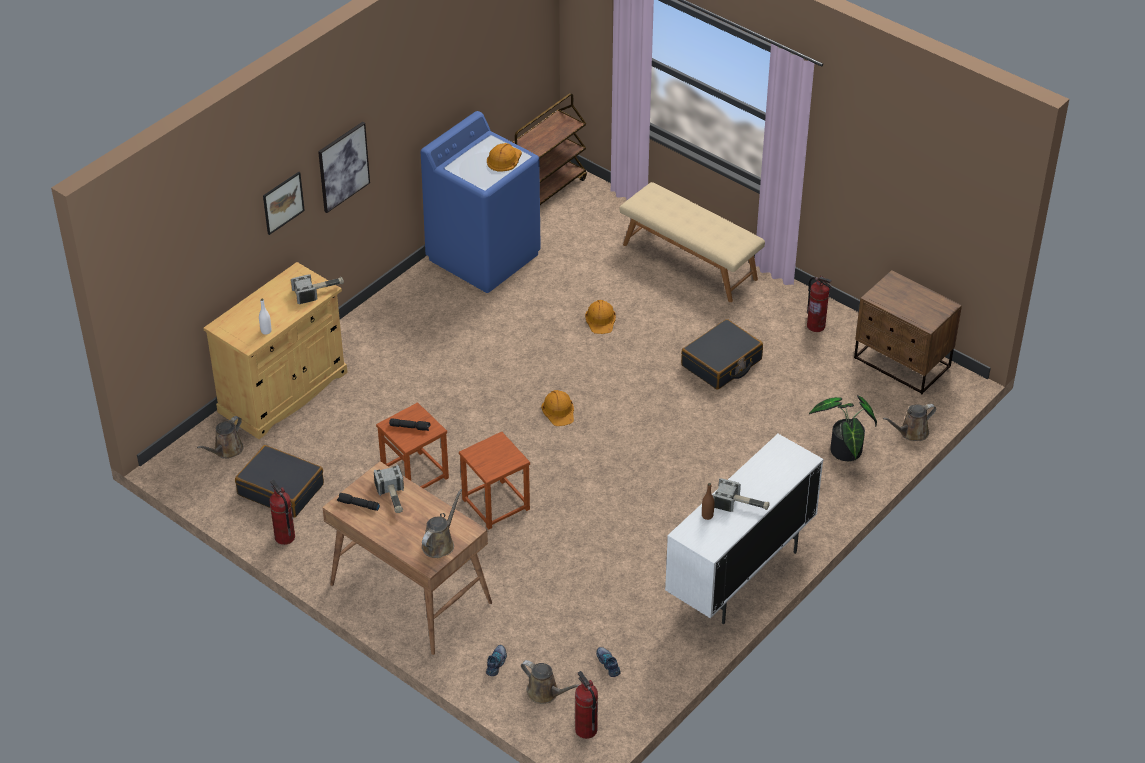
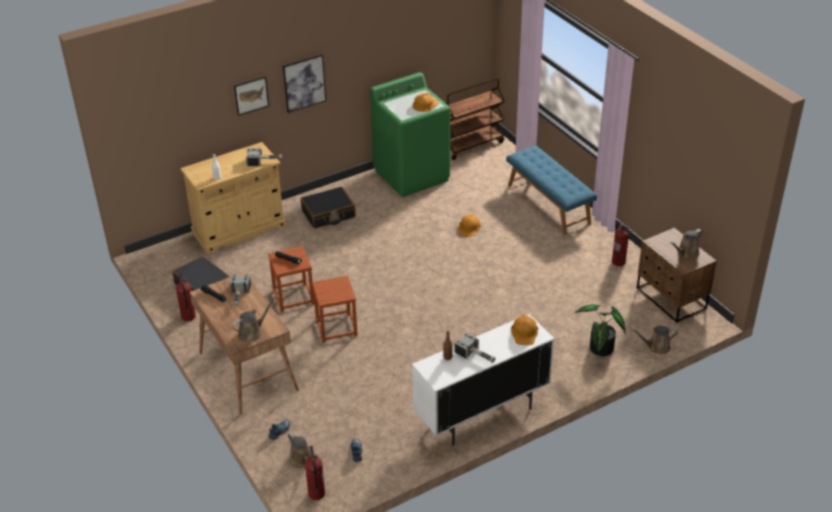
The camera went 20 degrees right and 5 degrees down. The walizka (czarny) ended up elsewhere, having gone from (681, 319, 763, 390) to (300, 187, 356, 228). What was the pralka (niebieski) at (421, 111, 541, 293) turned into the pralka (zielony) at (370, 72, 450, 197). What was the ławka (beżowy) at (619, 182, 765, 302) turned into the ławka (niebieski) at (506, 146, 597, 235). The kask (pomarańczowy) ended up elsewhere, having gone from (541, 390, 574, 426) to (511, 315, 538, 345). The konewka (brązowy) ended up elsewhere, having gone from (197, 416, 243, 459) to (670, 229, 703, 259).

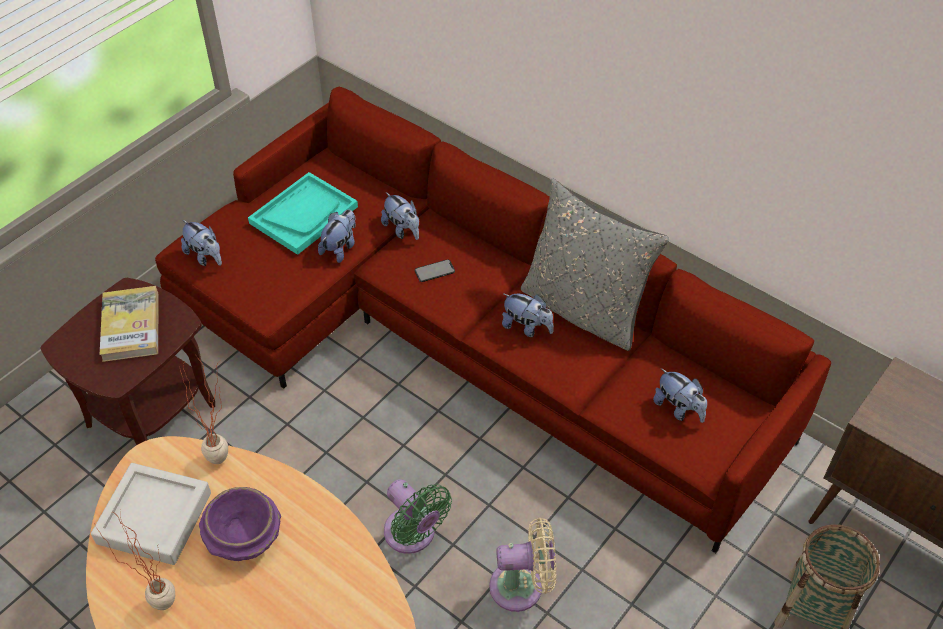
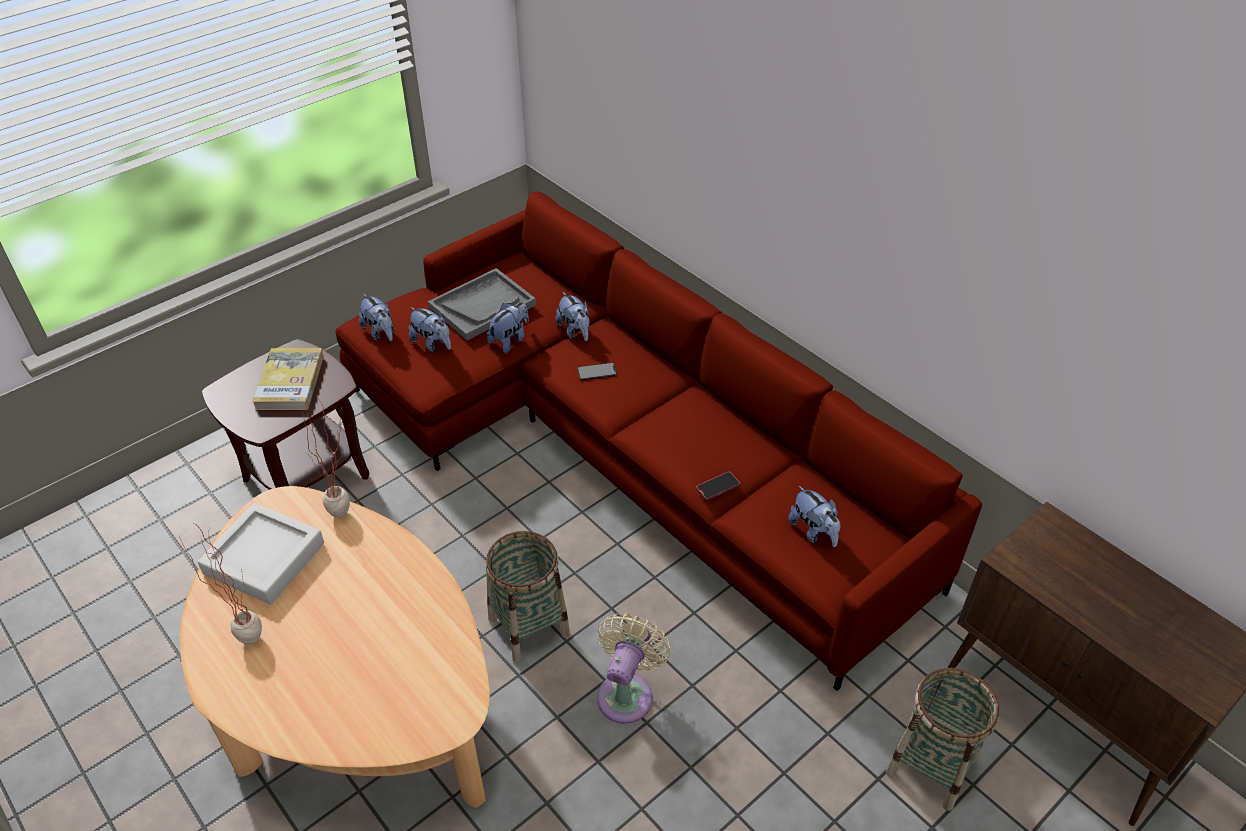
The camera went 10 degrees right and 5 degrees down. The pluszak ended up elsewhere, having gone from (502, 294, 554, 337) to (408, 307, 451, 352). What was the taca (turkusowy) at (248, 172, 358, 255) turned into the taca (szary) at (428, 268, 536, 341). Where the wentylator (zielony) stood at (384, 479, 452, 554), the koszyk came to stand at (486, 531, 570, 662). The wentylator (beżowy) at (489, 518, 556, 612) ended up facing another way, 75 degrees counterclockwise from before. The second view gained the telefon at (696, 471, 740, 500). The second view lost the miska (fioletowy) at (199, 487, 281, 561). The second view lost the poduszka (szary) at (521, 178, 669, 351).

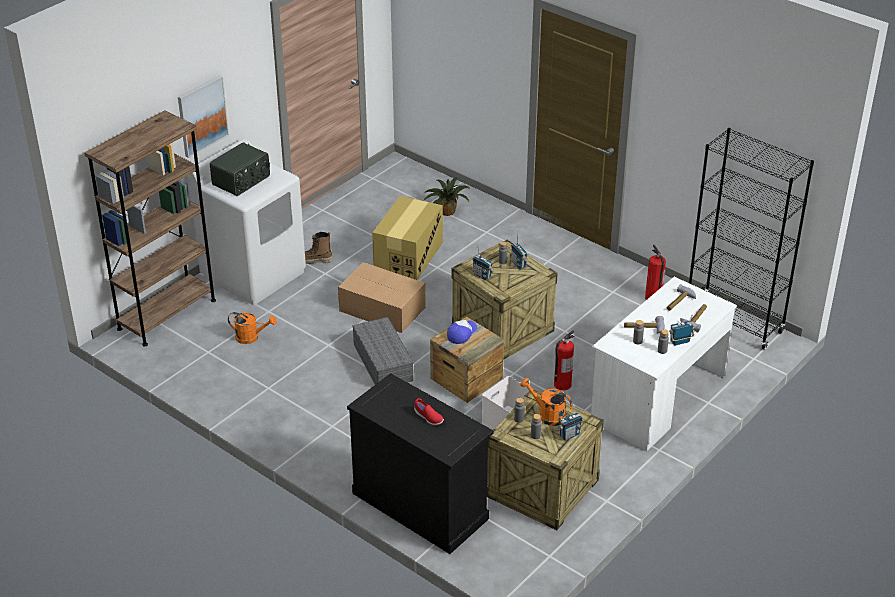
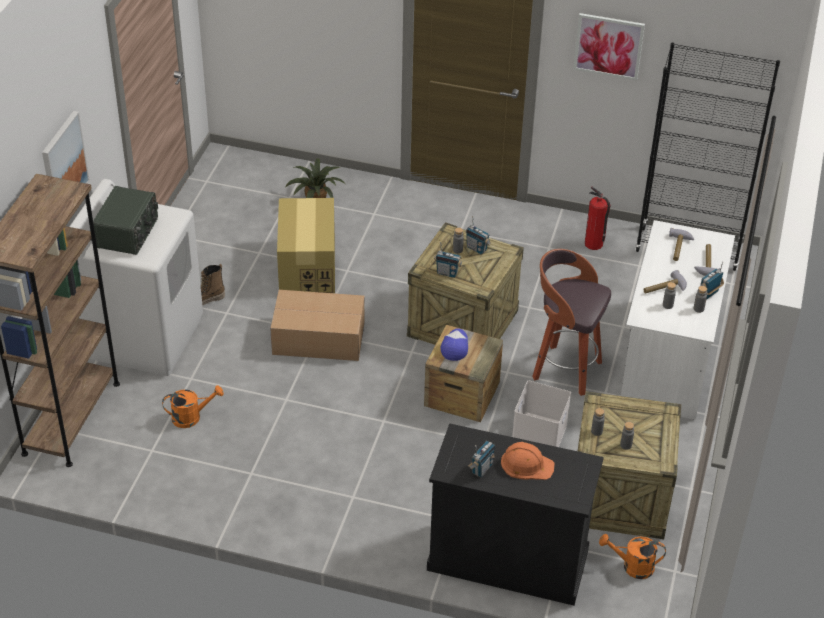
The camera went 25 degrees left and 5 degrees up. The radio ended up elsewhere, having gone from (557, 410, 583, 441) to (469, 441, 495, 477). Where the but (czerwony) stood at (414, 398, 444, 425), the kask (pomarańczowy) came to stand at (501, 442, 555, 480). Where the gaśnica stood at (554, 330, 575, 390), the stołek came to stand at (532, 249, 611, 396). The second view gained the obraz at (573, 13, 645, 81). The konewka (pomarańczowy) ended up elsewhere, having gone from (520, 378, 572, 426) to (599, 534, 666, 579). The second view lost the pojemnik do przechowywania (szary) at (352, 317, 414, 385).

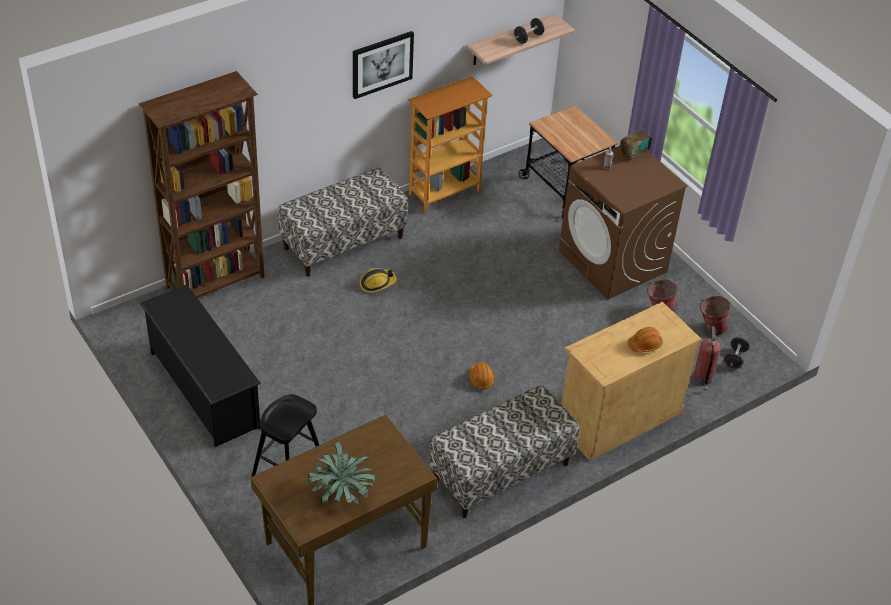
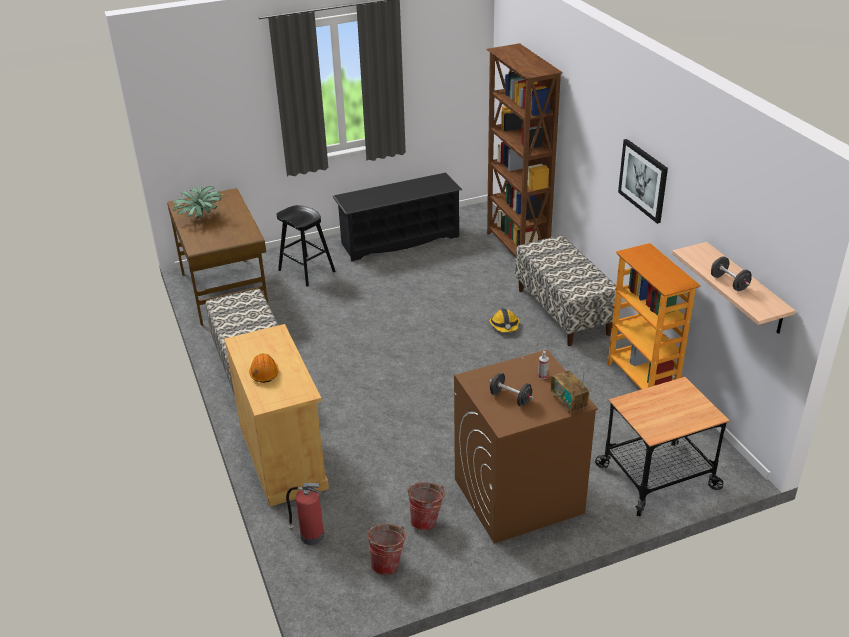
The camera went 105 degrees right and 10 degrees down. The hantel (czarny) ended up elsewhere, having gone from (724, 337, 749, 369) to (489, 373, 534, 407). The second view lost the kask (pomarańczowy) at (469, 362, 495, 389).

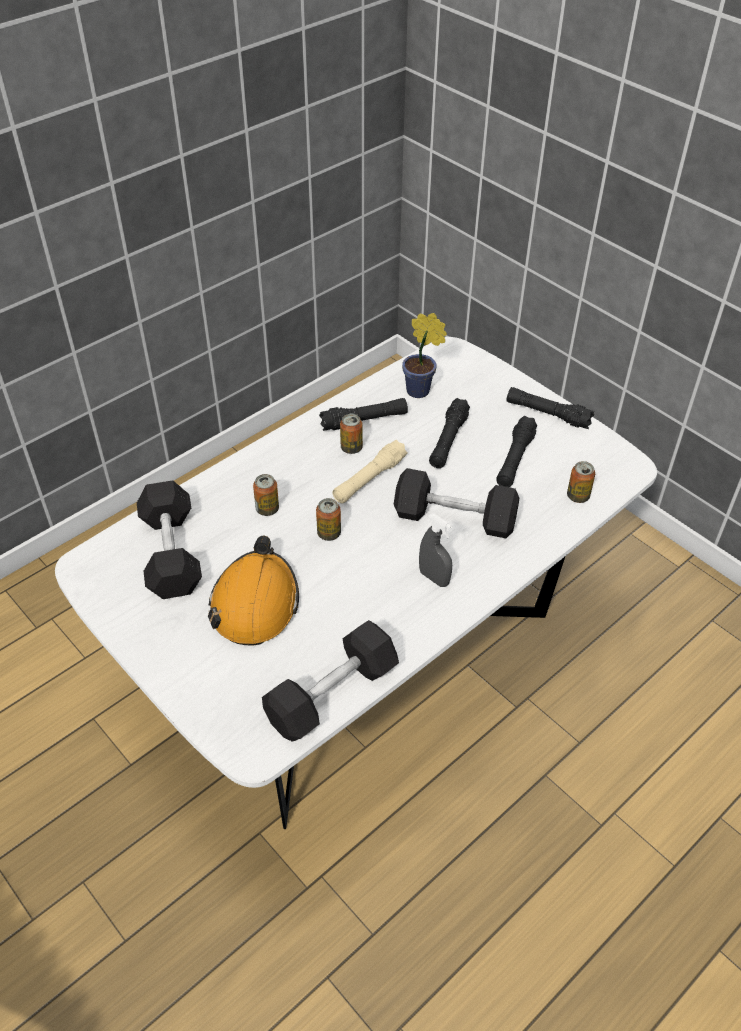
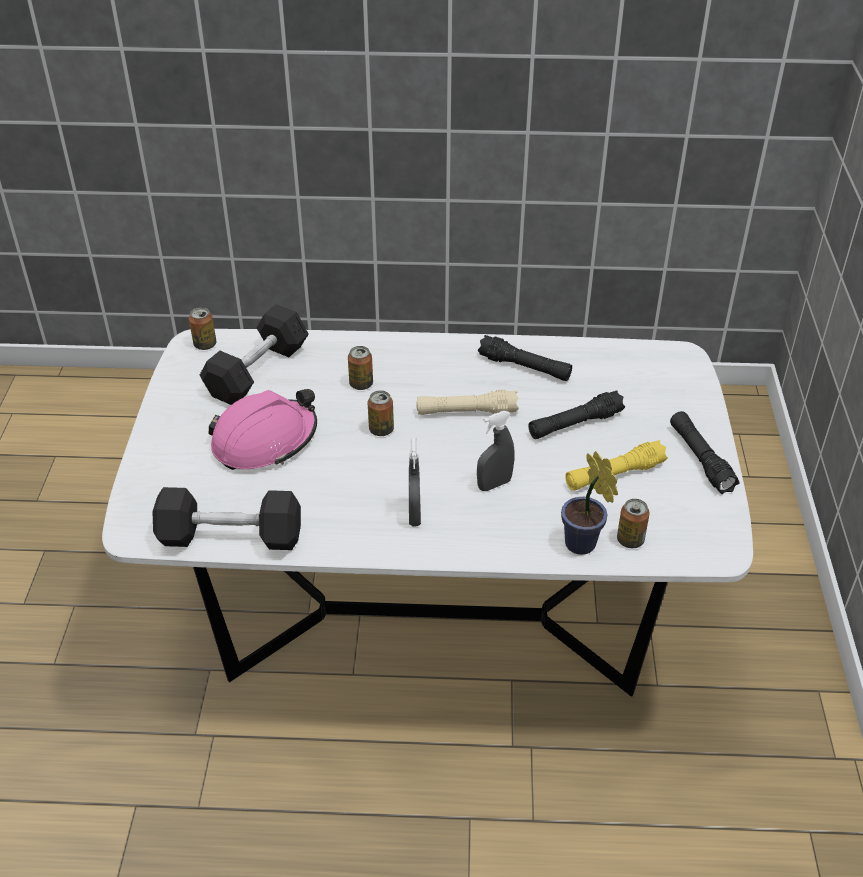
The camera went 45 degrees right and 5 degrees down. The puszka ended up elsewhere, having gone from (340, 414, 363, 454) to (189, 307, 216, 350). What was the kask (pomarańczowy) at (208, 536, 299, 645) turned into the kask (różowy) at (209, 389, 317, 470). Where the hantel (czarny) stood at (394, 468, 519, 538), the spryskiwacz (szary) came to stand at (477, 411, 514, 491). The roślina doniczkowa ended up elsewhere, having gone from (402, 313, 447, 398) to (561, 451, 618, 555). What was the latarka (czarny) at (496, 416, 537, 487) turned into the latarka (żółty) at (565, 440, 668, 491).

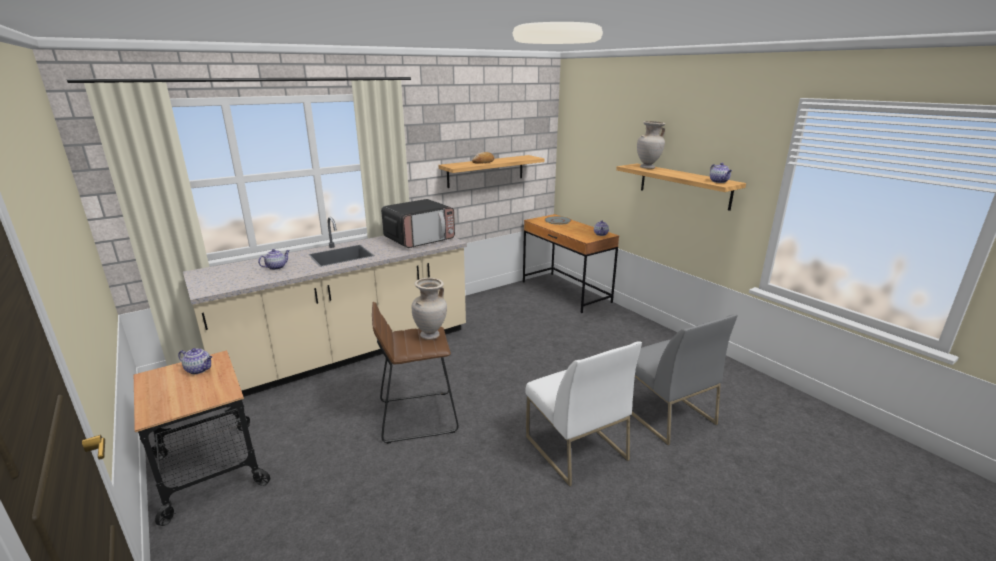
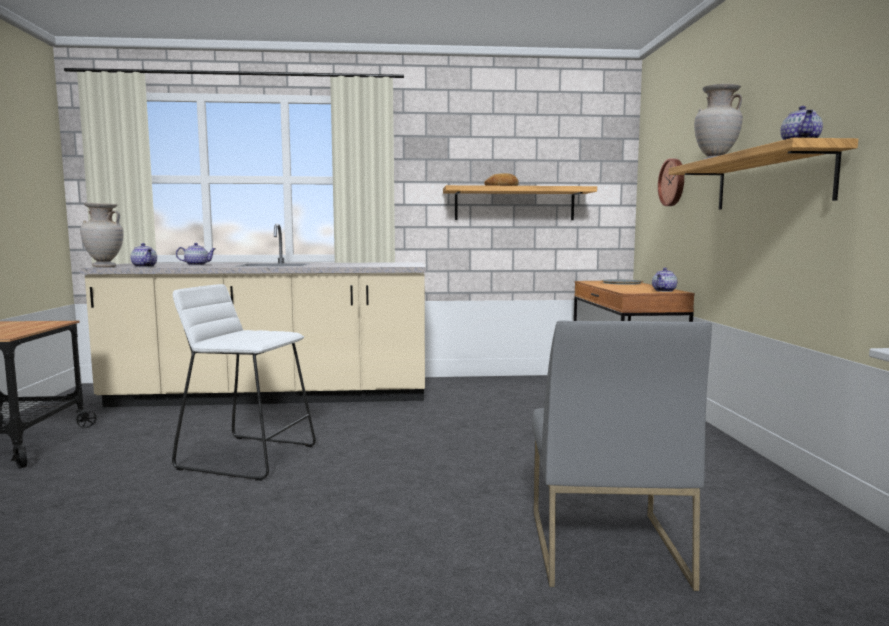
The camera went 30 degrees right and 15 degrees down. The wazon (beżowy) ended up elsewhere, having gone from (412, 278, 447, 340) to (80, 203, 124, 267). The imbryk ended up elsewhere, having gone from (178, 348, 212, 374) to (130, 243, 157, 267). What was the stołek (brązowy) at (372, 302, 459, 444) turned into the stołek (biały) at (172, 284, 316, 481). The second view gained the zegar ścienny at (658, 158, 684, 206). The second view lost the mikrofalówka at (381, 199, 455, 248). The second view lost the krzesło (biały) at (526, 342, 642, 487).

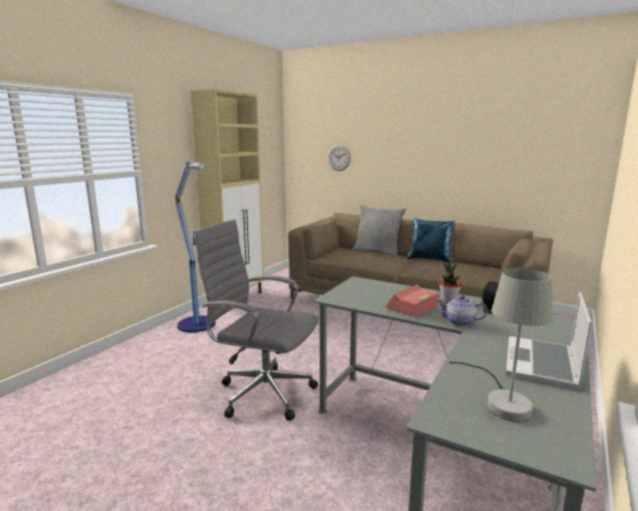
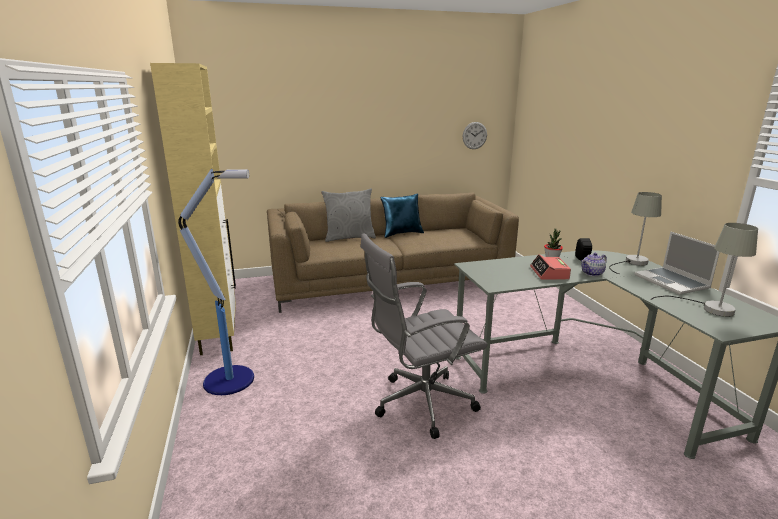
The camera went 45 degrees left and 5 degrees up. The zegar ścienny ended up elsewhere, having gone from (328, 145, 351, 171) to (463, 122, 487, 149). The second view gained the lampa stołowa (szary) at (609, 192, 662, 274).

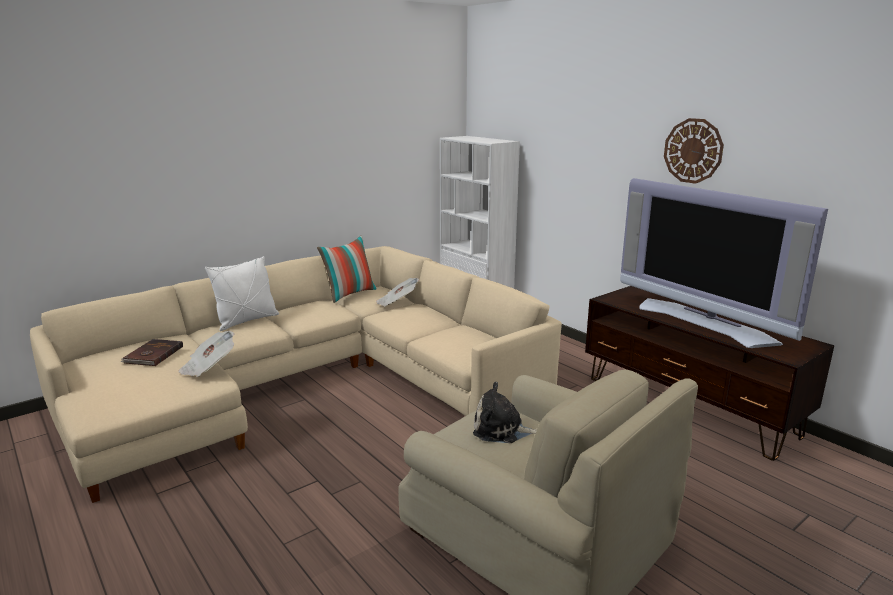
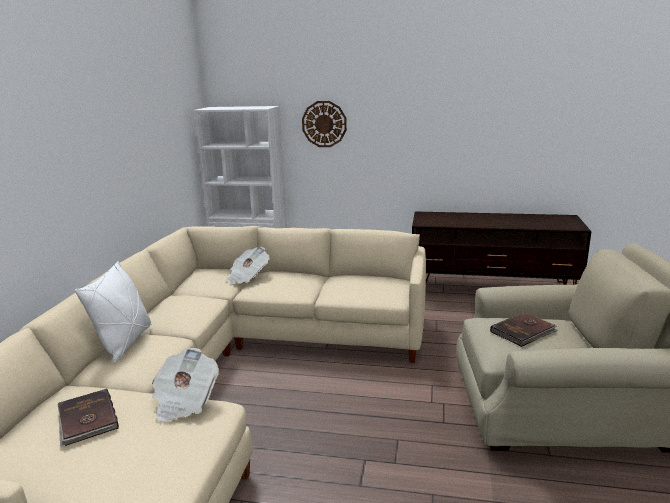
The camera went 40 degrees left and 0 degrees up. The zegar ścienny ended up elsewhere, having gone from (664, 118, 724, 184) to (302, 101, 347, 147). Where the pluszak stood at (473, 382, 537, 443), the książka (brązowy) came to stand at (490, 312, 558, 347). The second view lost the poduszka at (317, 236, 377, 303). The second view lost the telewizor at (620, 178, 828, 348).

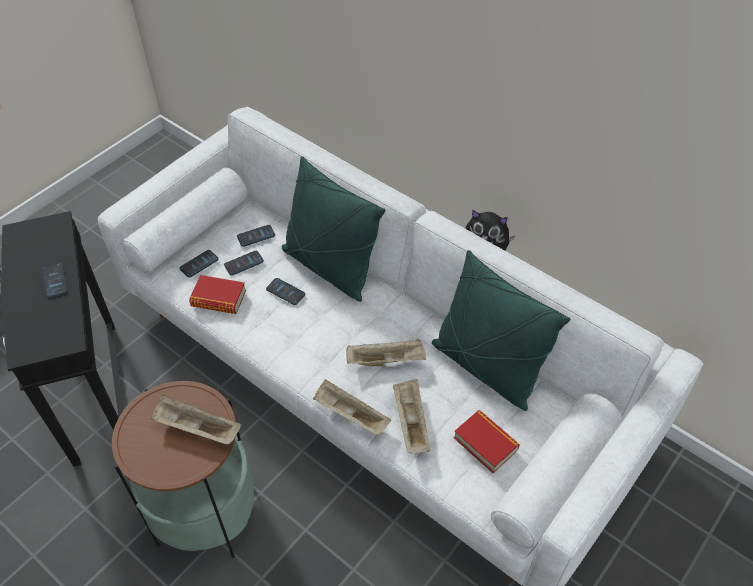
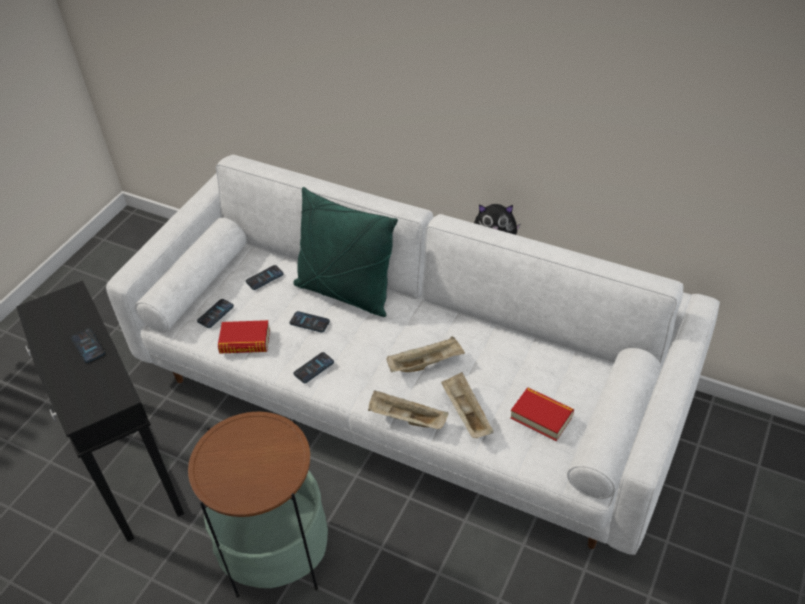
The camera went 10 degrees left and 5 degrees down. The telefon ended up elsewhere, having gone from (224, 251, 264, 276) to (294, 352, 334, 383). The second view lost the taca (beżowy) at (151, 394, 241, 444). The second view lost the poduszka (zielony) at (432, 250, 570, 411).

